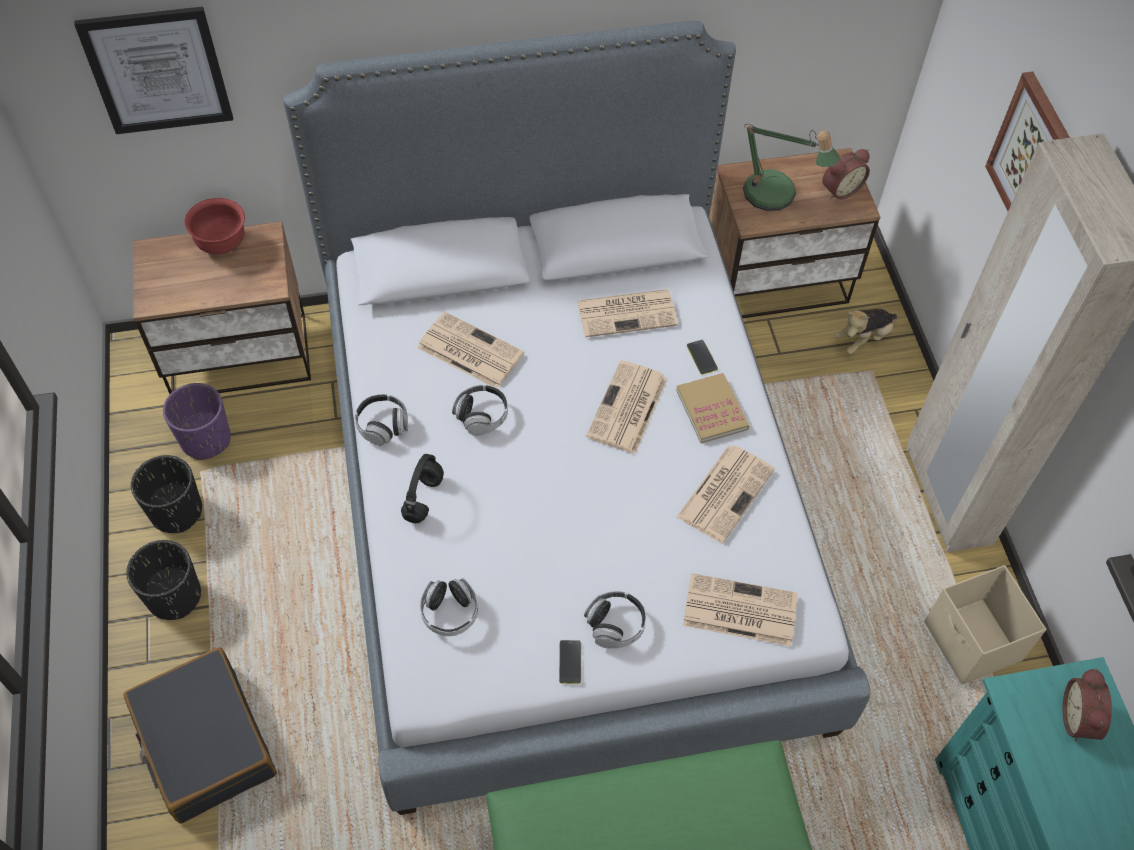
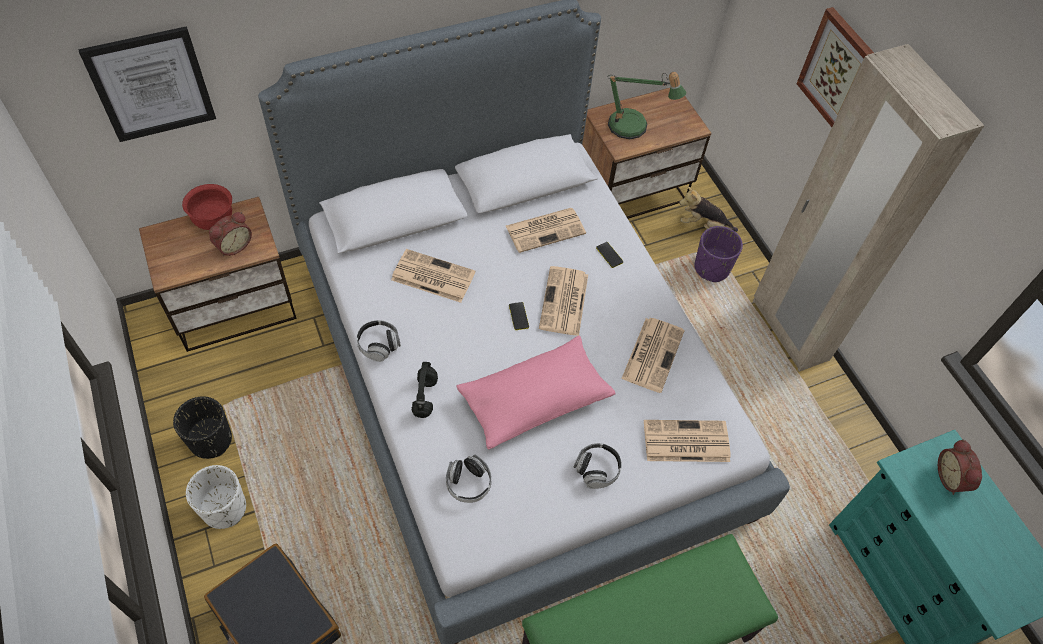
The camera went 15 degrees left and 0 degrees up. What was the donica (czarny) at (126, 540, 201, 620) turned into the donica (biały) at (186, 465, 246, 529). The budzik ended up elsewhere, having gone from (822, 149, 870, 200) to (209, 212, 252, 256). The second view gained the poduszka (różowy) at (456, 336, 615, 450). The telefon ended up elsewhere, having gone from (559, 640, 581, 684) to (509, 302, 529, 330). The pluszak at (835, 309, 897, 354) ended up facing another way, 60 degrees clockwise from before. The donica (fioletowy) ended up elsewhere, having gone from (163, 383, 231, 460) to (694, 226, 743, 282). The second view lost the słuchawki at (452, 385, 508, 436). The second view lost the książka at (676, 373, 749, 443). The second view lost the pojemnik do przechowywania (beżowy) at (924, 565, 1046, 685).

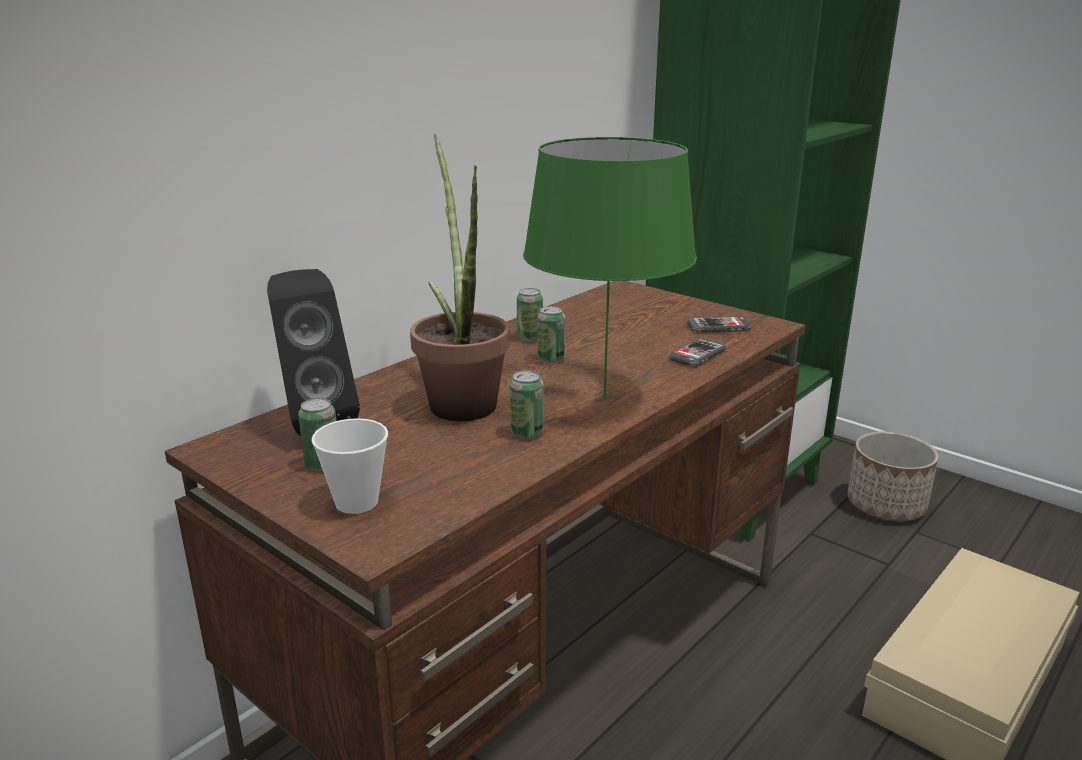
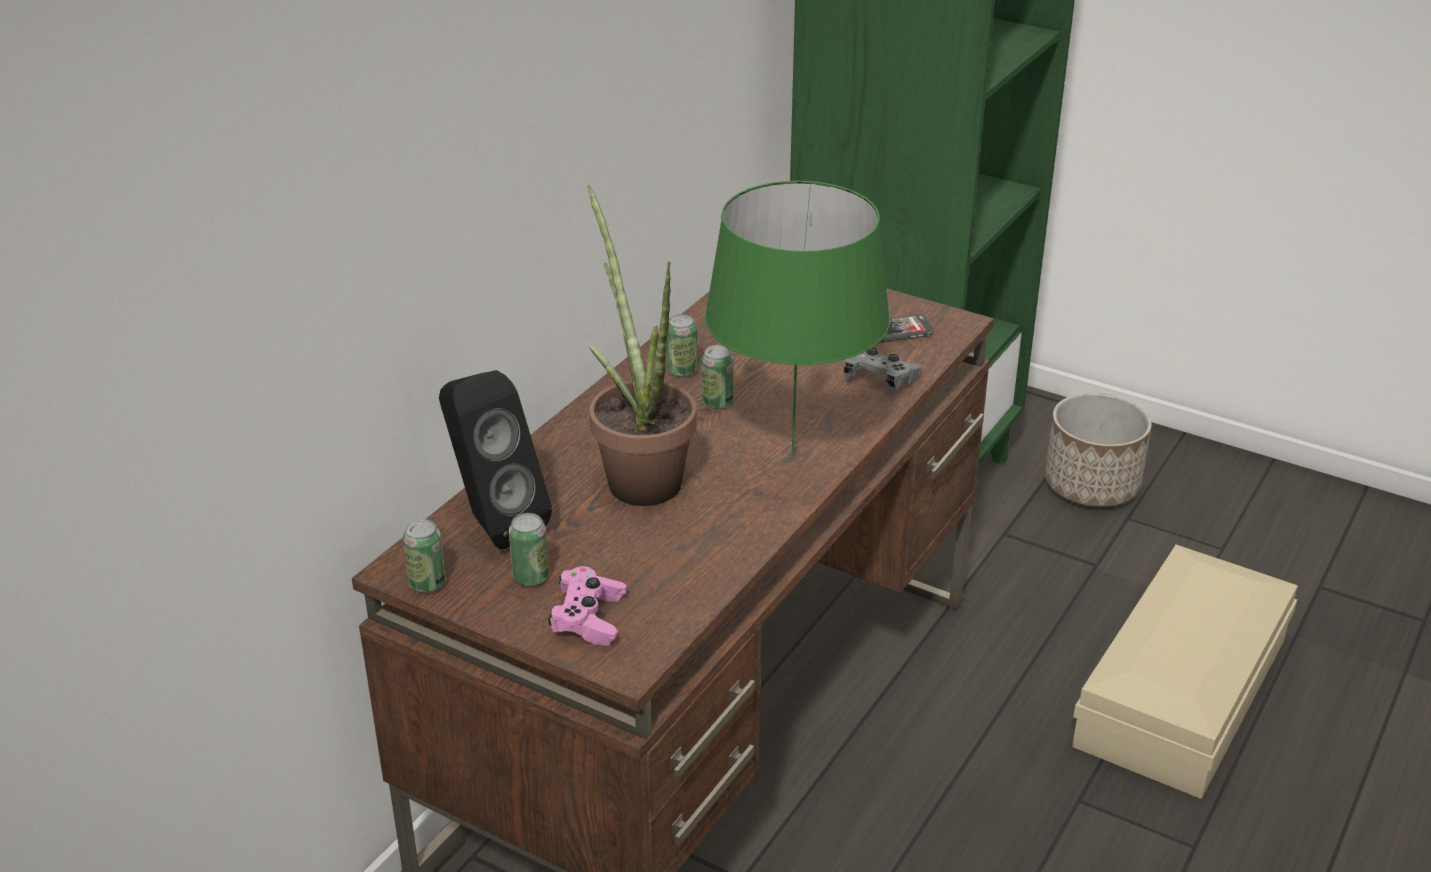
The camera went 10 degrees left and 10 degrees up. The puszka ended up elsewhere, having gone from (510, 371, 543, 439) to (403, 519, 446, 592). Where the filiżanka stood at (311, 418, 388, 514), the pad do gier (różowy) came to stand at (548, 566, 626, 645). Where the telefon stood at (669, 338, 727, 366), the pad do gier (szary) came to stand at (844, 347, 922, 393).

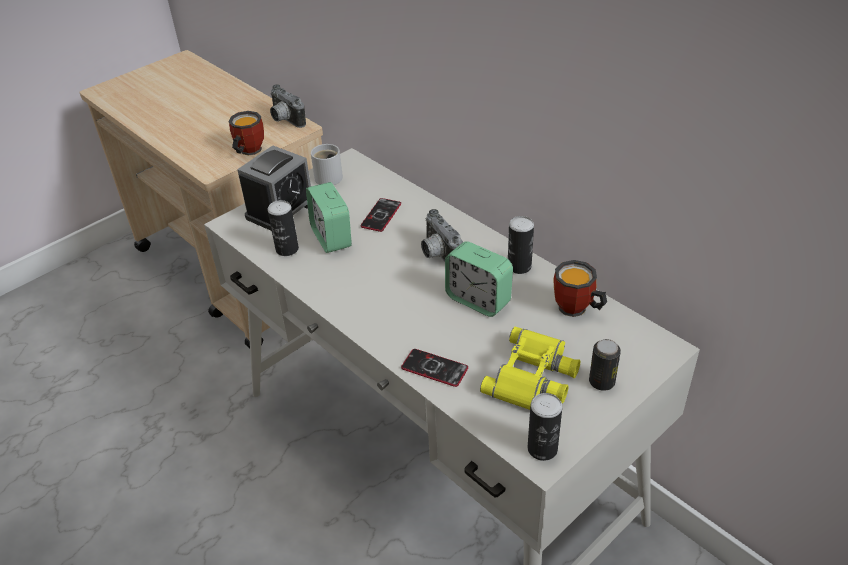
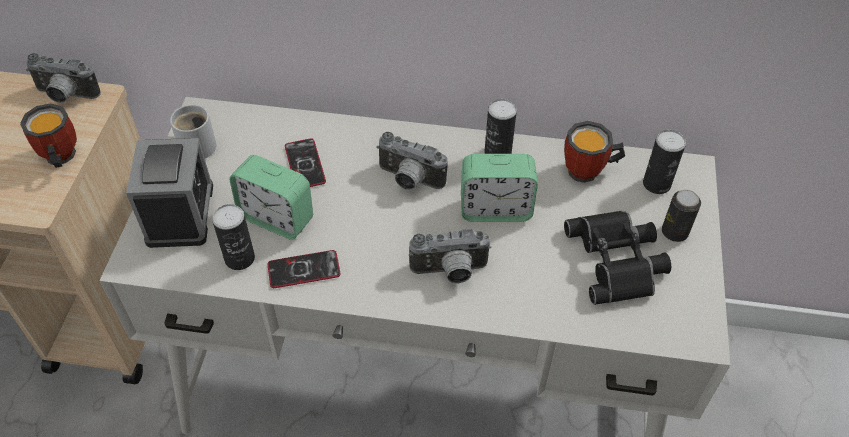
The camera went 40 degrees left and 10 degrees up. The telefon ended up elsewhere, having gone from (401, 349, 468, 387) to (268, 250, 340, 288). The second view gained the aparat fotograficzny at (409, 229, 491, 283). What was the lornetka (żółty) at (480, 327, 580, 410) turned into the lornetka (czarny) at (564, 211, 671, 305). The puszka ended up elsewhere, having gone from (528, 393, 563, 461) to (643, 130, 686, 194).

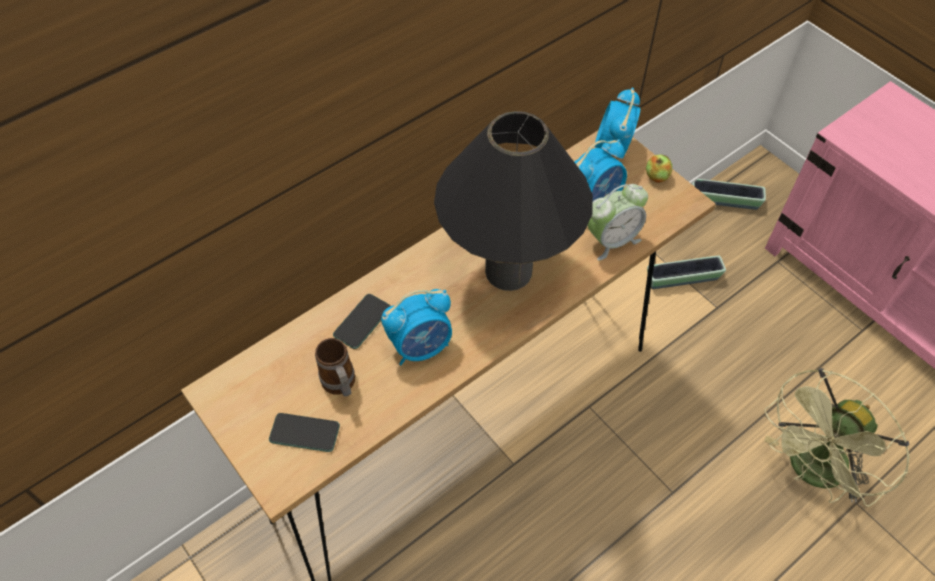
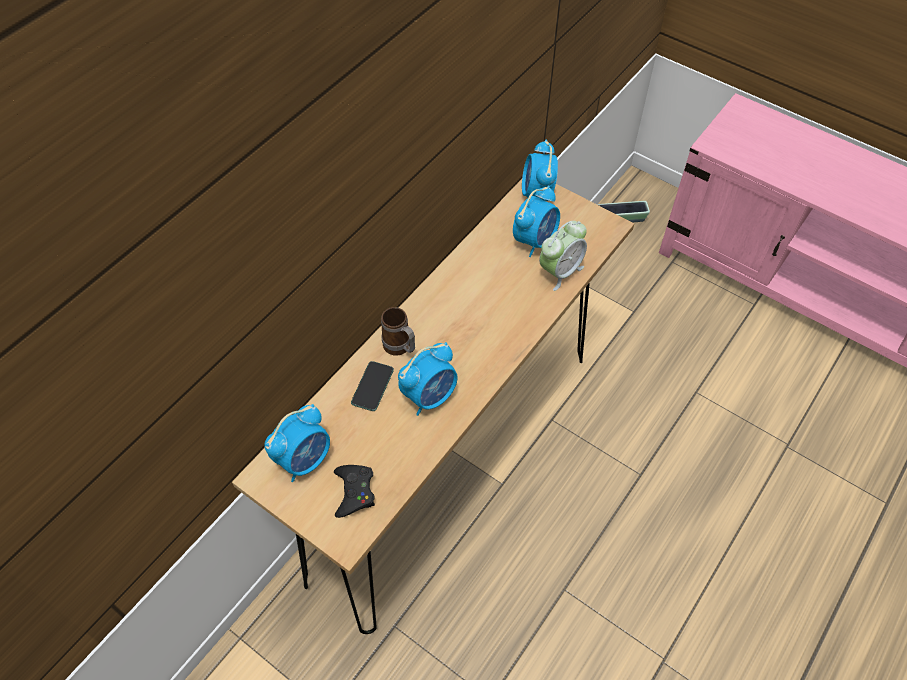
The camera went 15 degrees left and 0 degrees up. The second view gained the budzik at (264, 404, 330, 482). Where the telefon stood at (269, 413, 340, 452), the pad do gier (czarny) came to stand at (334, 465, 375, 518). The kubek ended up elsewhere, having gone from (315, 338, 355, 396) to (381, 307, 415, 356). The second view lost the lampa stołowa (czarny) at (434, 111, 593, 291). The second view lost the jabłko at (646, 154, 672, 183). The second view lost the donica at (647, 256, 726, 289). The second view lost the wentylator (zielony) at (764, 368, 910, 507).

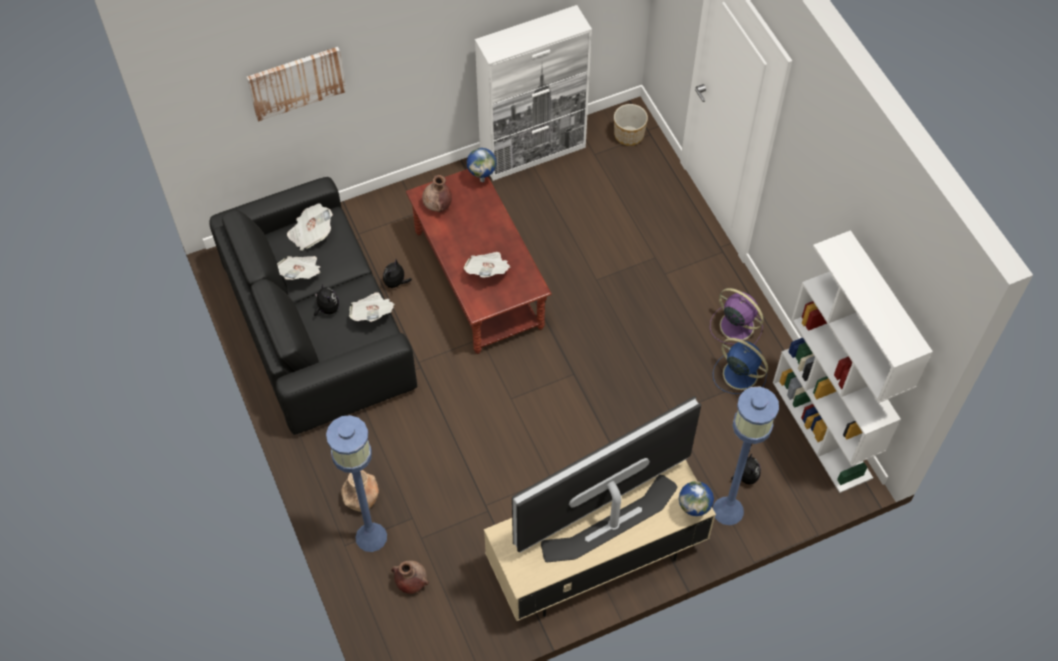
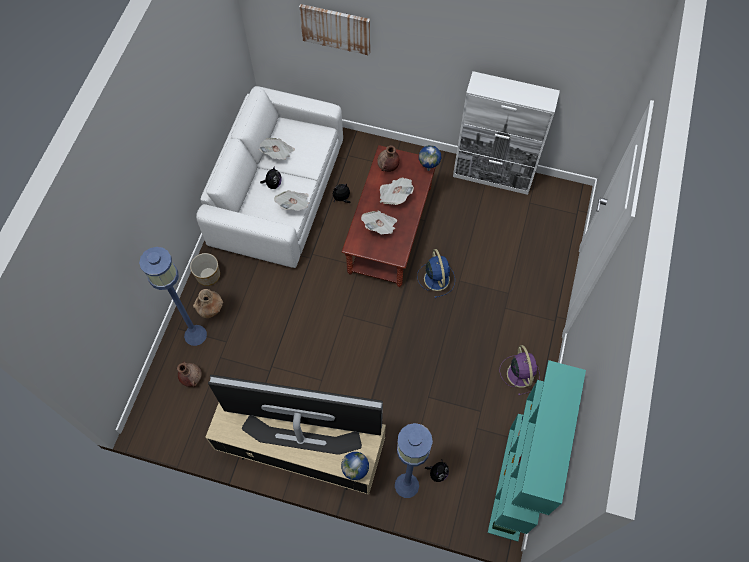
The camera went 40 degrees right and 5 degrees up. The donica ended up elsewhere, having gone from (614, 104, 648, 146) to (190, 253, 220, 286). What was the kanapa (czarny) at (209, 177, 417, 435) turned into the kanapa (biały) at (196, 86, 343, 268). The gazeta ended up elsewhere, having gone from (287, 203, 333, 251) to (380, 178, 414, 205). The wentylator (niebieski) ended up elsewhere, having gone from (713, 338, 768, 394) to (417, 249, 455, 298). What was the regał (biały) at (773, 230, 933, 493) turned into the regał (turkusowy) at (488, 360, 586, 542).

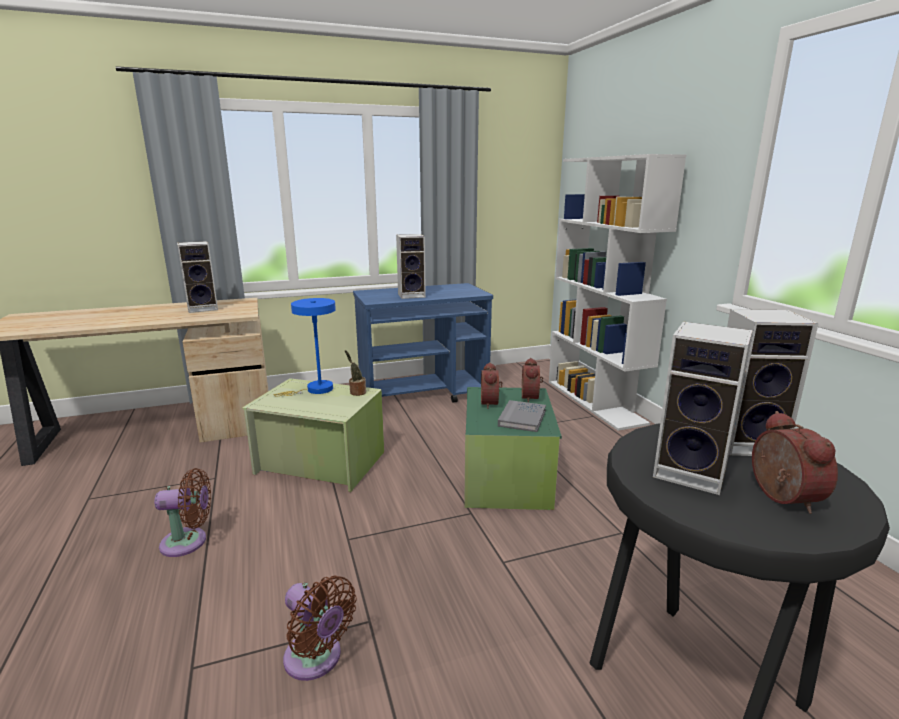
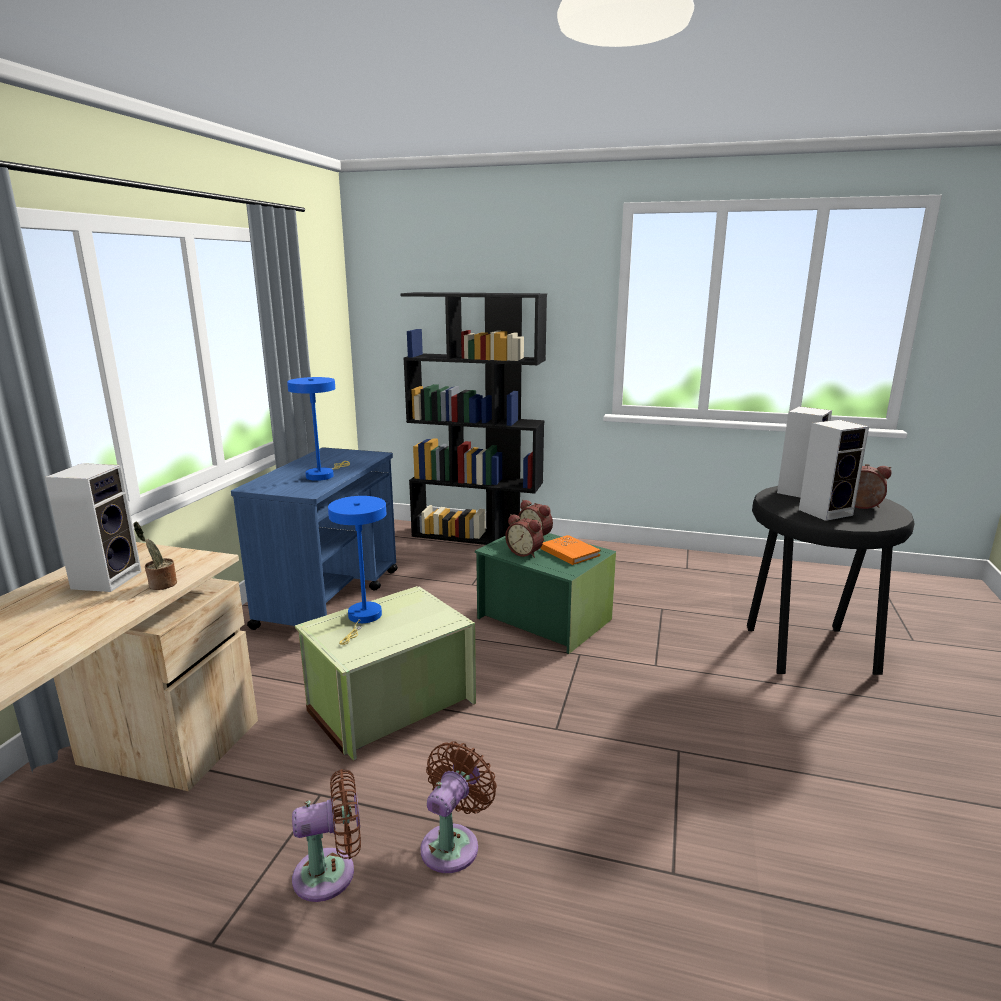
The camera went 55 degrees left and 0 degrees up. The roślina doniczkowa ended up elsewhere, having gone from (345, 350, 366, 396) to (133, 522, 177, 590). Where the głośnik stood at (396, 234, 426, 299), the lampa stołowa (niebieski) came to stand at (287, 377, 350, 481). The wentylator (brązowy) ended up elsewhere, having gone from (283, 575, 357, 681) to (292, 769, 361, 902). What was the regał (biały) at (549, 154, 686, 431) turned into the regał (czarny) at (400, 292, 547, 545). What was the książka (szary) at (498, 400, 546, 432) turned into the książka (pomarańczowy) at (541, 535, 601, 565).

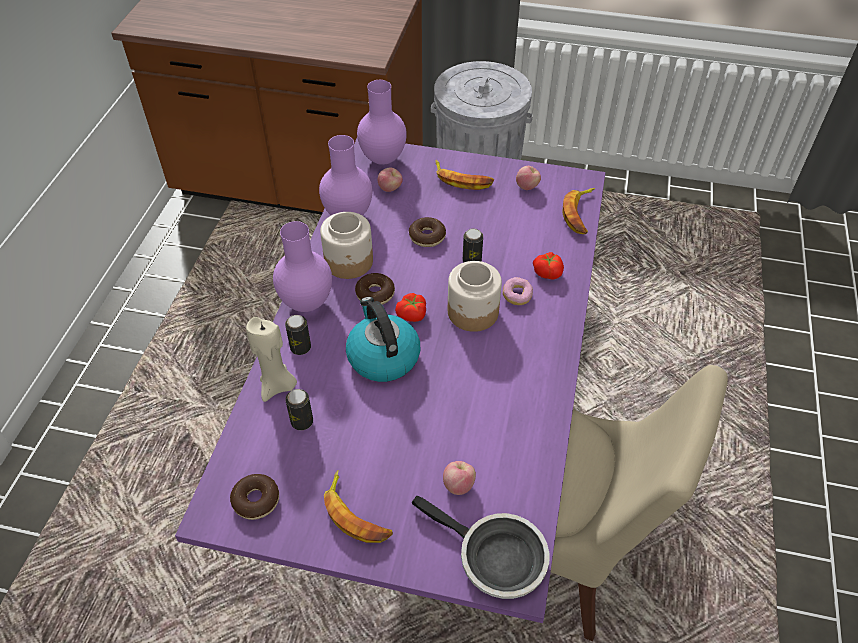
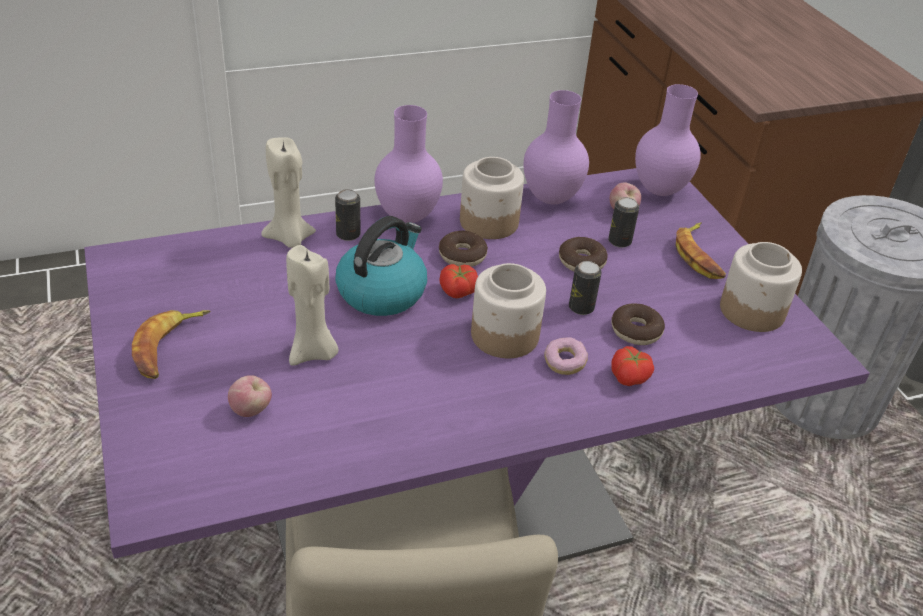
The camera went 55 degrees right and 10 degrees down. The second view gained the świeca (beżowy) at (286, 245, 338, 366). The puszka ended up elsewhere, having gone from (285, 389, 313, 430) to (608, 197, 639, 248). The donut ended up elsewhere, having gone from (230, 474, 279, 520) to (612, 303, 665, 345). Where the jabłko stood at (516, 166, 541, 190), the słoik came to stand at (720, 242, 802, 332). The second view lost the patelnia at (412, 496, 549, 599). The second view lost the banan at (563, 188, 595, 234).

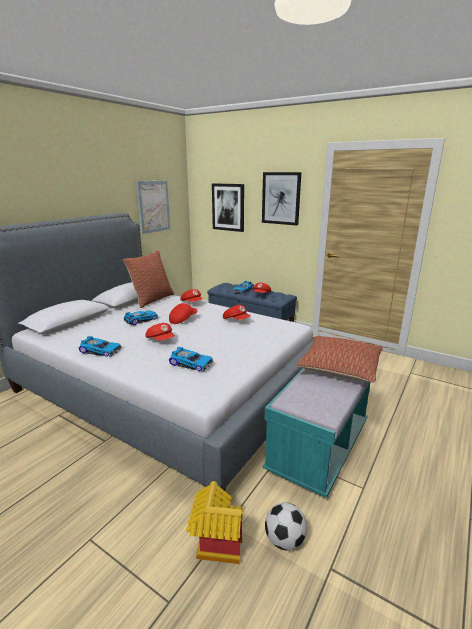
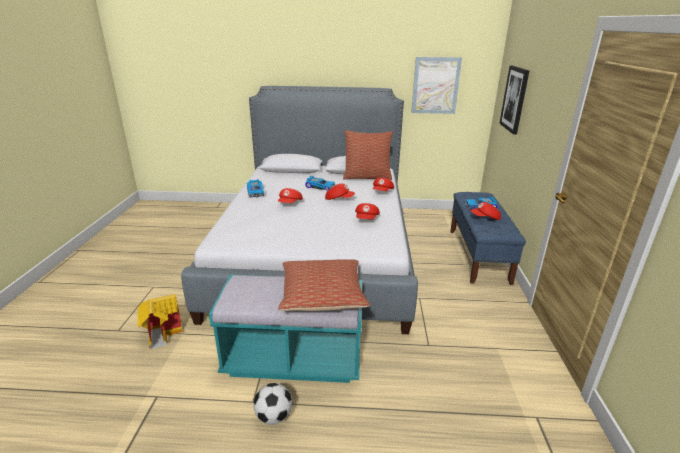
The camera went 60 degrees right and 5 degrees up. The piłka futbolowa ended up elsewhere, having gone from (265, 502, 307, 551) to (253, 383, 292, 425). The second view lost the samochodzik at (169, 347, 213, 372). The second view lost the obraz at (262, 172, 301, 225).

